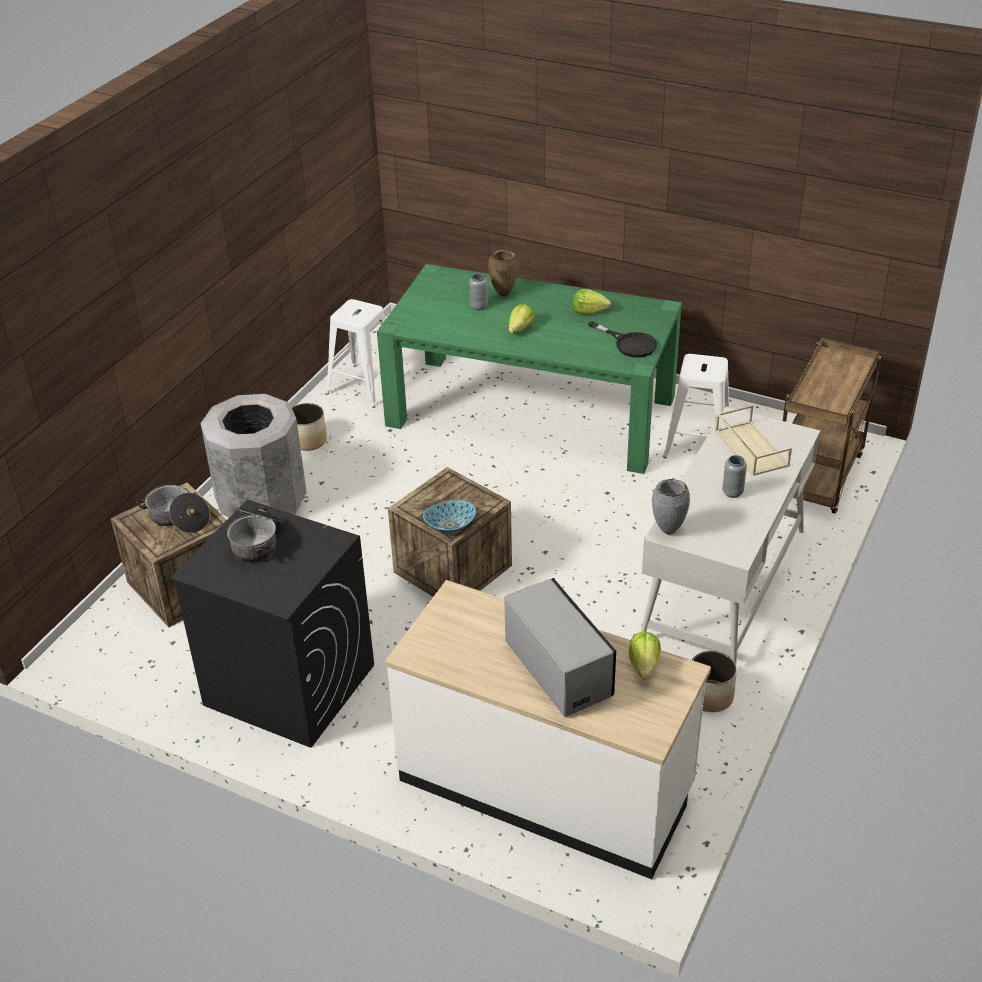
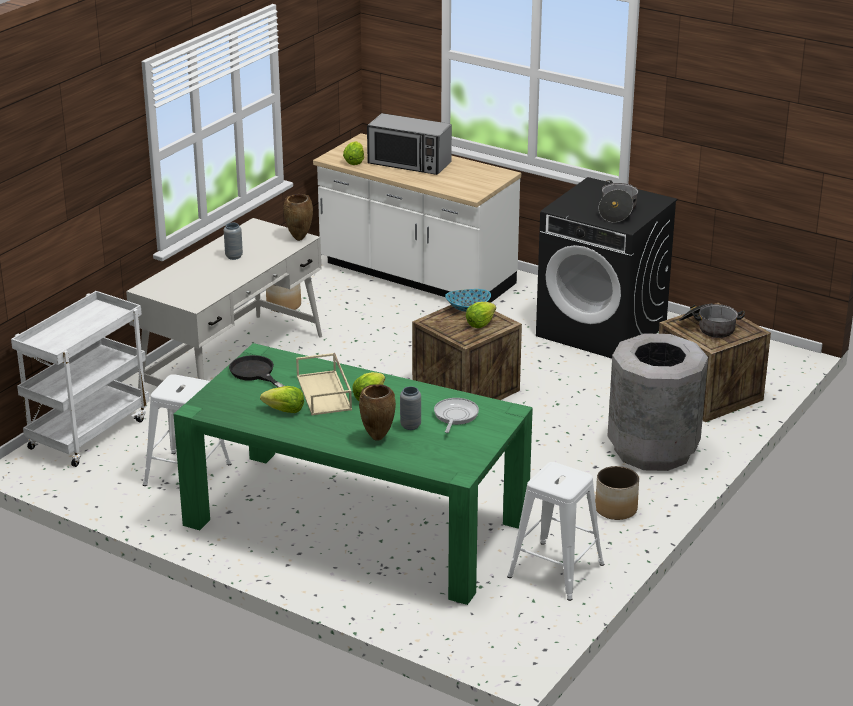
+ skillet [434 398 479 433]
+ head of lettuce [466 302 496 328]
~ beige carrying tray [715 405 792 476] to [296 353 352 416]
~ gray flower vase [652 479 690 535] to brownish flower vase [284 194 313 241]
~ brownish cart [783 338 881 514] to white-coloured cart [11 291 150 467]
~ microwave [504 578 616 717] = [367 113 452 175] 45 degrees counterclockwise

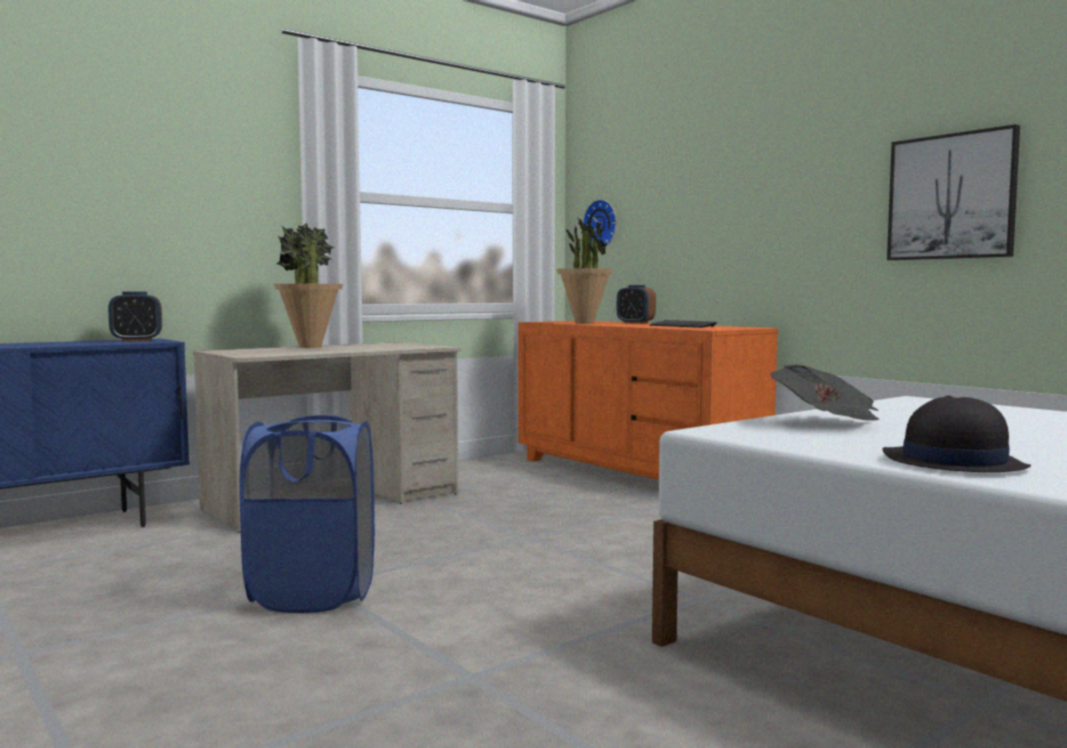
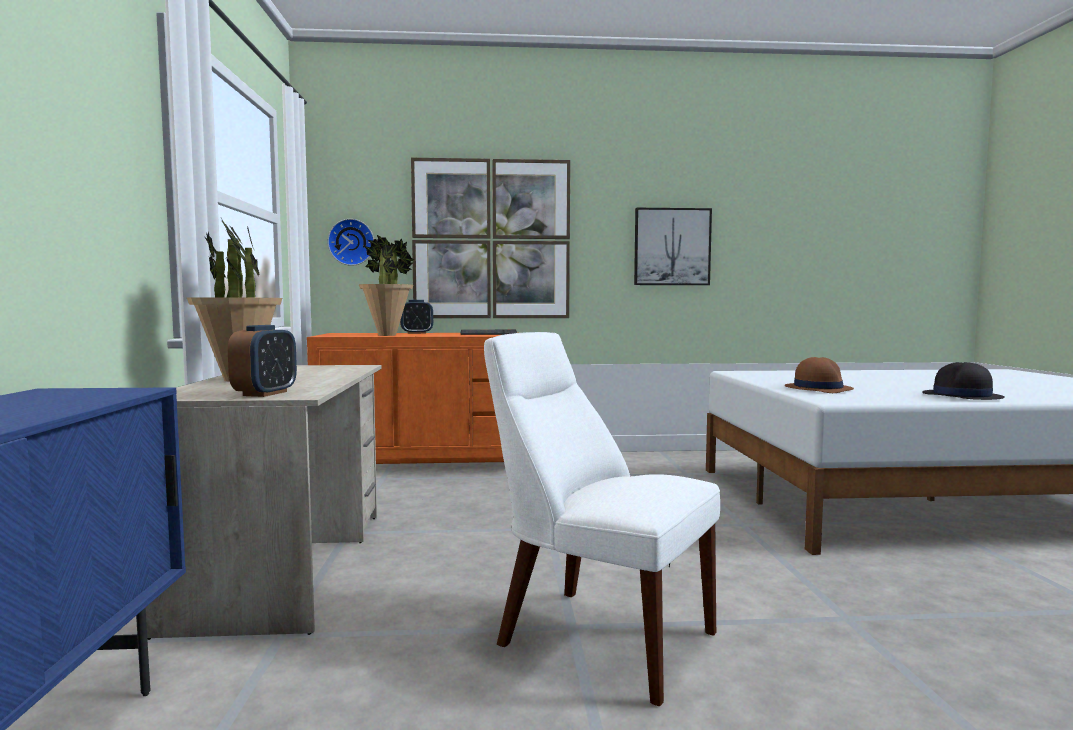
+ picture [411 158 570 318]
~ alarm clock [108 291 162 342] to [228 325 297 397]
~ blue washing basket [239 415 375 613] to white-coloured upright chair [484 332 720 706]
~ printed paper [770 365 879 421] to brownish clothing hat [785 357 854 393]

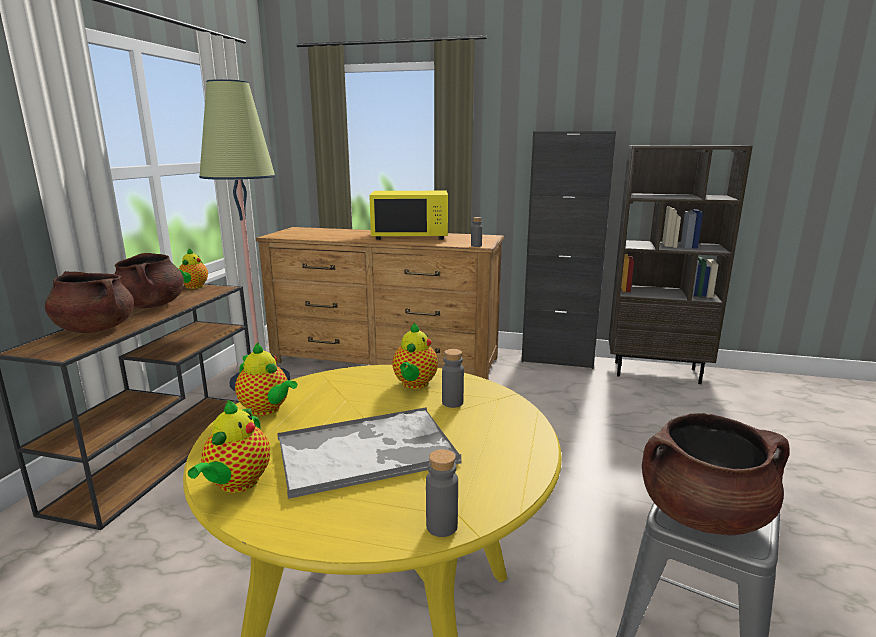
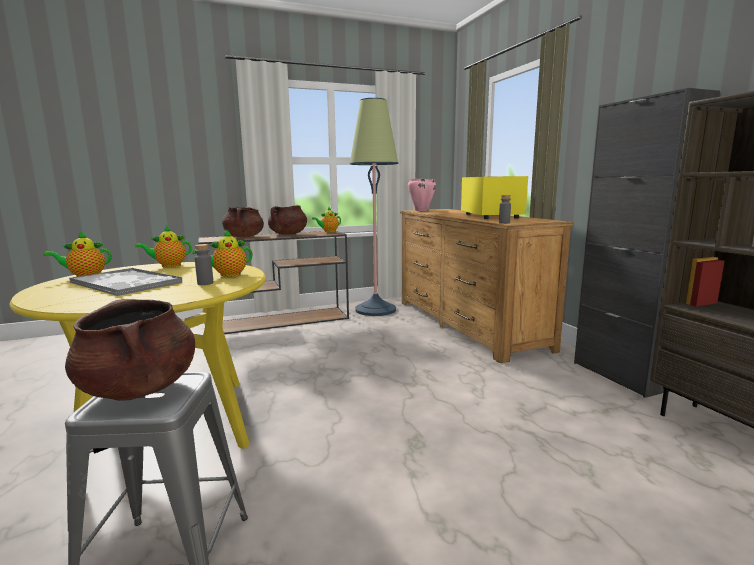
- gray beverage bottle [426 449 458 537]
+ pink stockpot [408 178 436 211]
~ tea pot [235 343 298 416] = [135 226 191 267] 60 degrees clockwise
~ yellowish microwave [369 191 448 240] = [461 176 528 219] 150 degrees counterclockwise

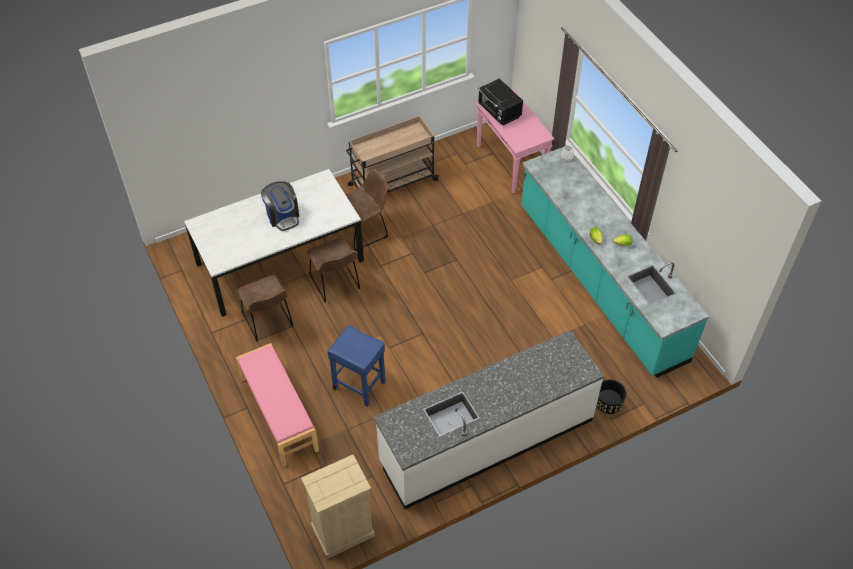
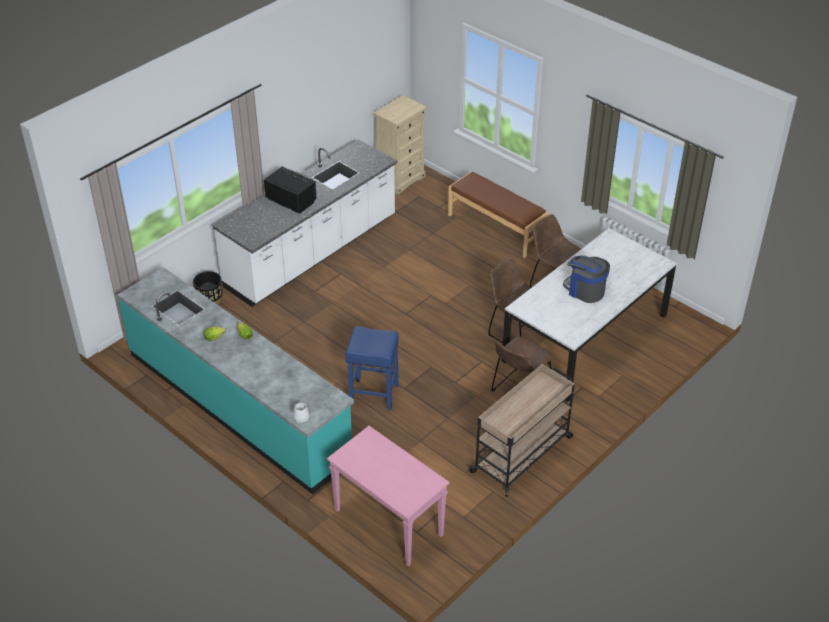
~ blue stool seat [327 325 386 407] to [345 326 399 411]
~ black-coloured microwave [478 78 523 125] to [264 167 317 214]
~ pink indoor bench [236 343 319 467] to brownish indoor bench [448 172 548 258]

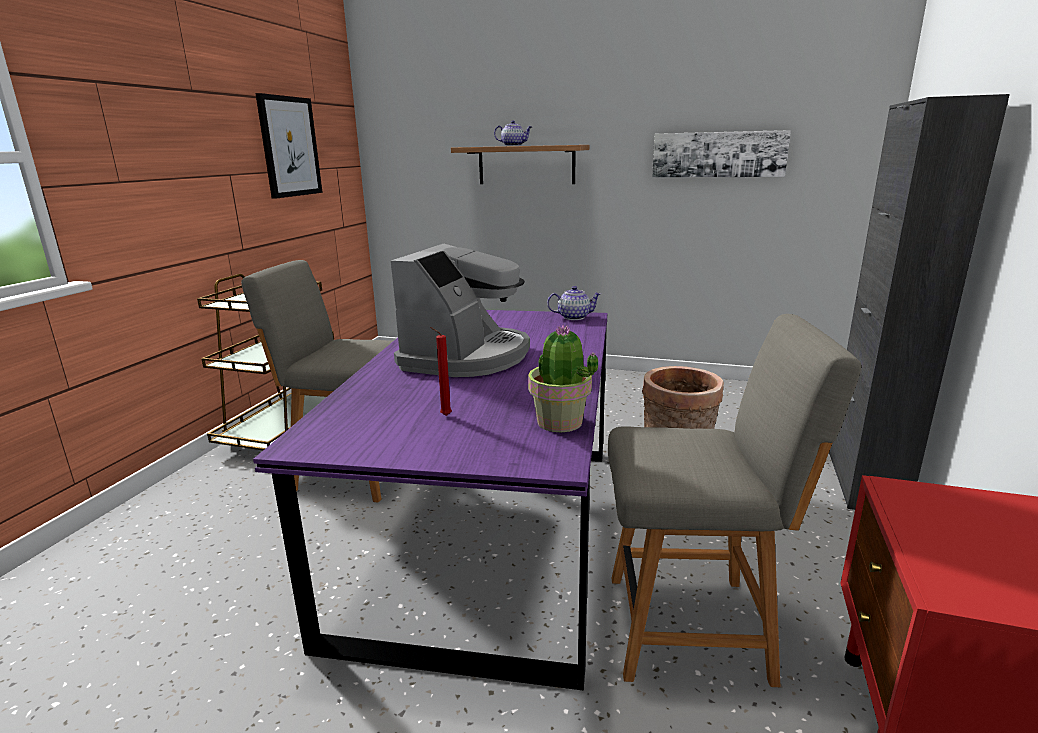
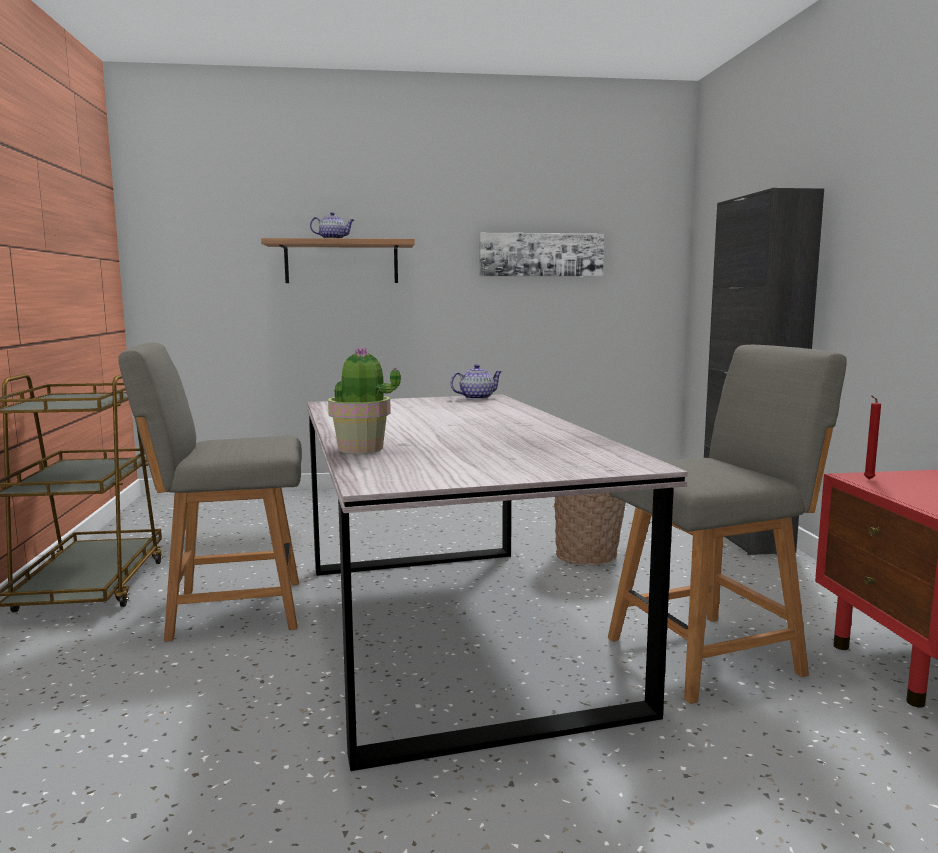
- picture [255 93 323 199]
- coffee brewer [391 244 530 377]
~ reddish candle [430 327 452 416] to [864 395 881 479]
~ potted plant [528 325 598 432] to [328 347 401 454]
~ purple-coloured kitchen table [253 310 607 690] to gray kitchen table [307 394 688 771]

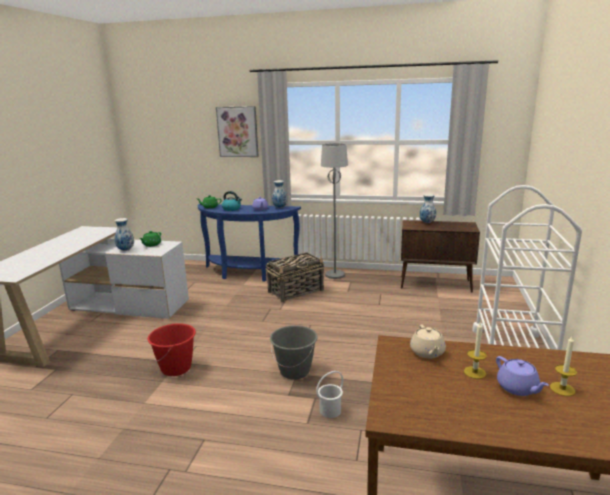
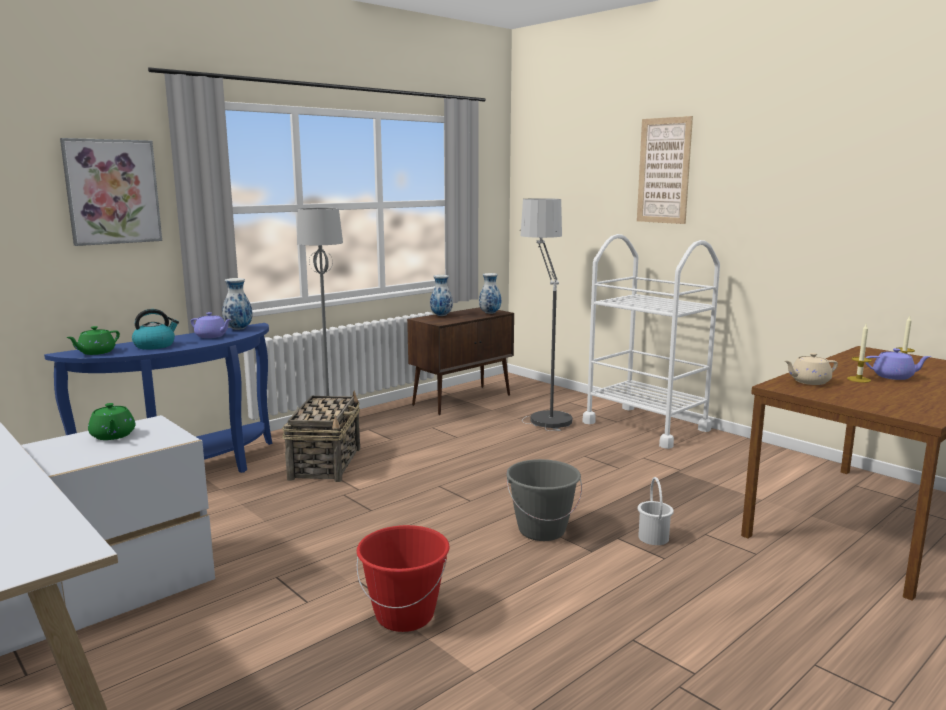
+ standing lamp [520 198 572 431]
+ picture [637 116 693 224]
~ flower vase [115 218 134 251] to [479 273 501 314]
~ beige tea pot [410 325 446 358] = [785 353 838 385] 135 degrees clockwise

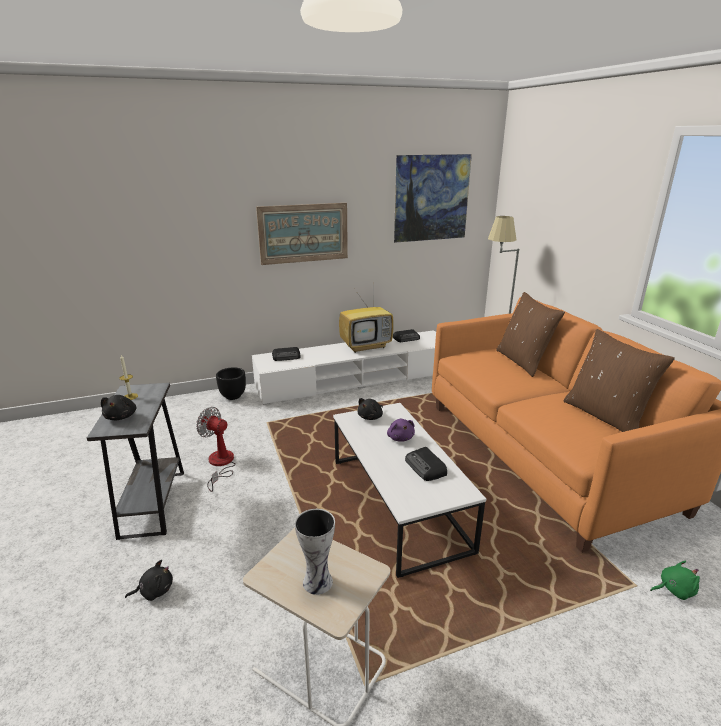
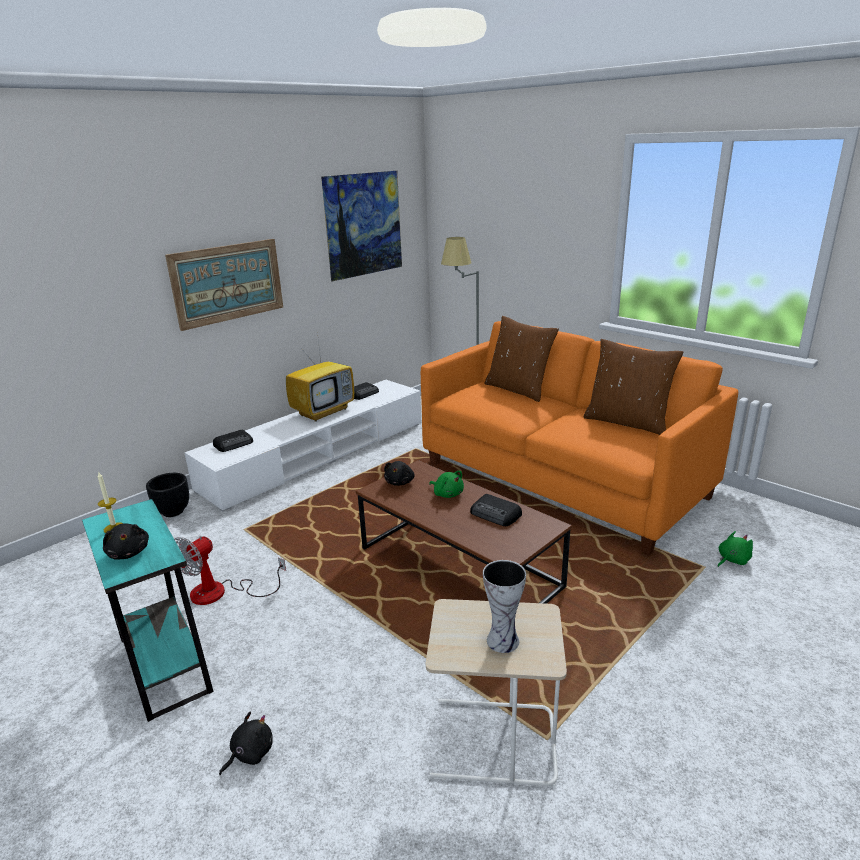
~ gray end table [87 383 184 540] to turquoise-coloured end table [82 499 214 722]
~ white-coloured lounge table [333 403 486 578] to brownish lounge table [356 460 572 604]
~ purple-coloured plush toy [387 419 415 442] to green-coloured plush toy [429 471 464 498]
~ fan [196 407 236 492] = [174 536 286 605] 60 degrees counterclockwise

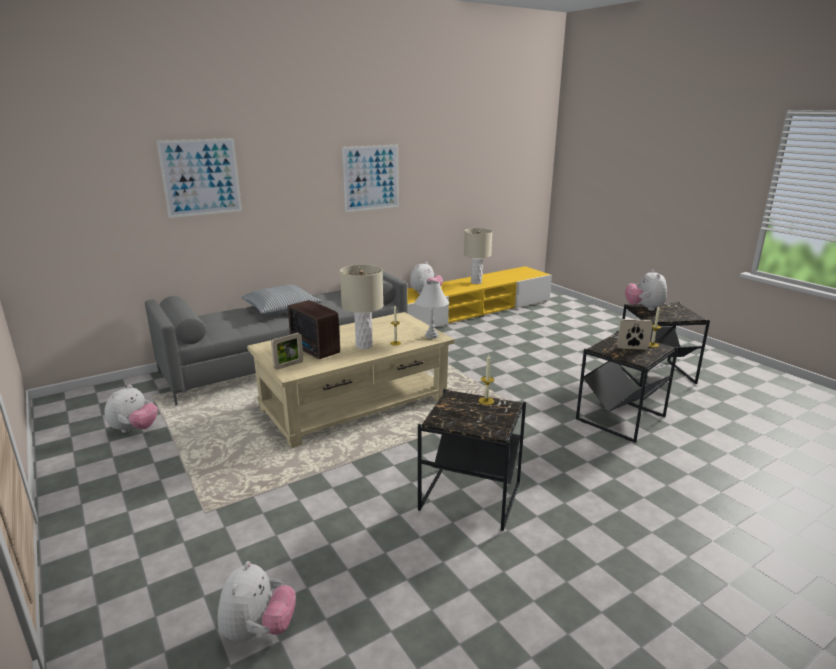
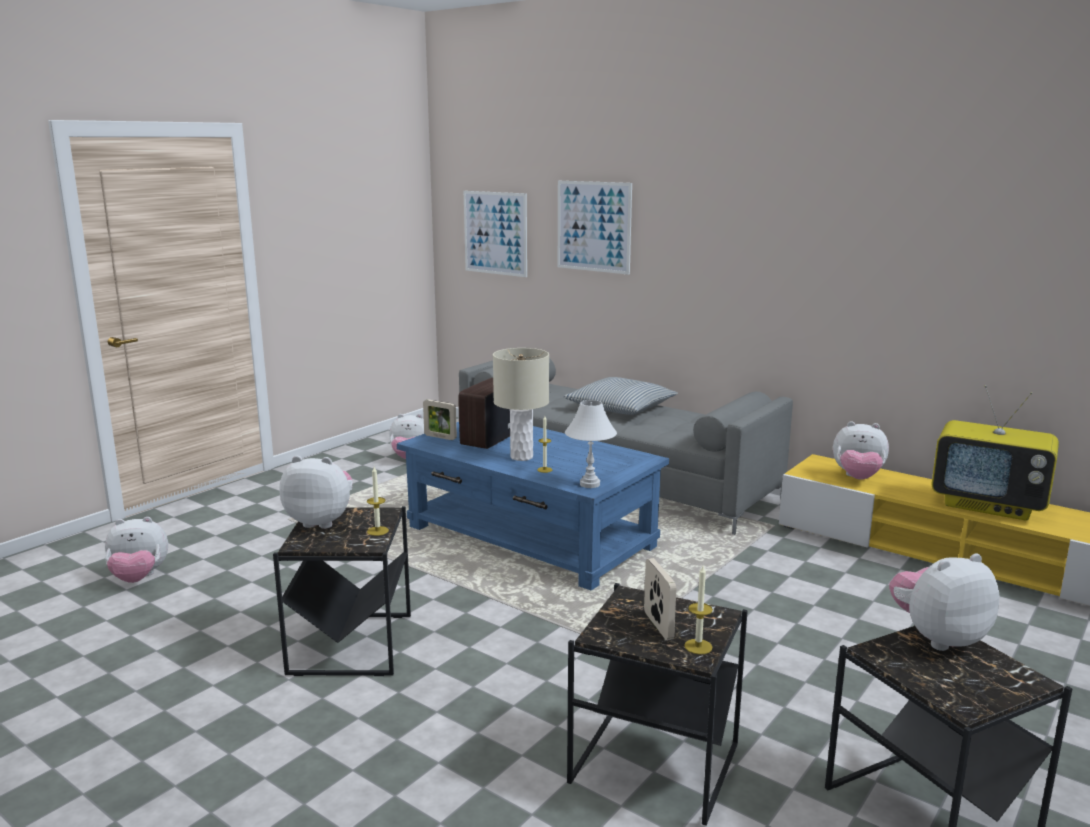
+ plush toy [280 456 353 529]
~ picture [342 145 399 212] to [464 191 527 277]
~ beige table lamp [464 228 492 284] to television [932 385 1059 521]
~ beige lounge table [247 312 455 448] to blue lounge table [397 422 669 591]

